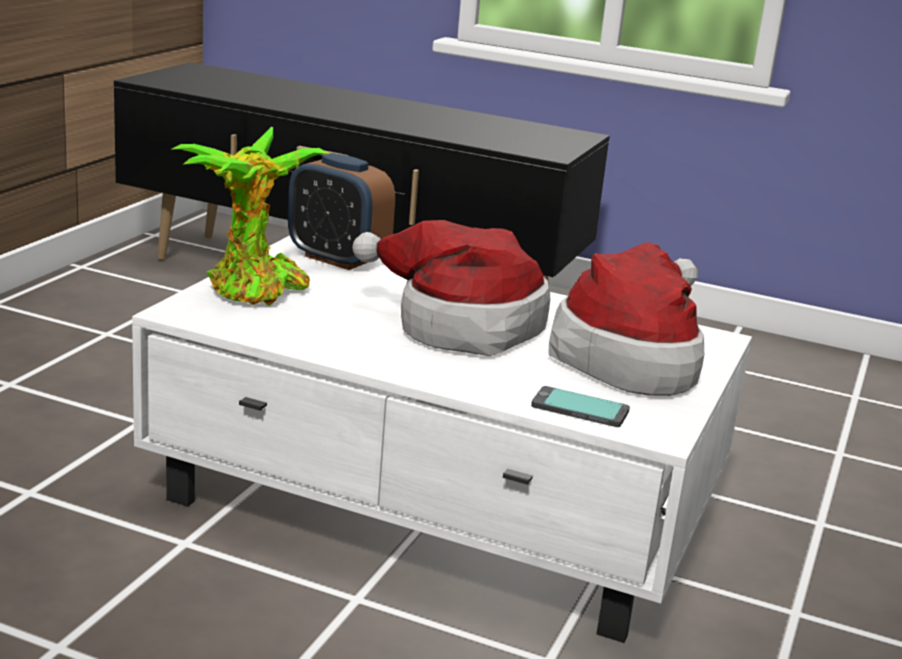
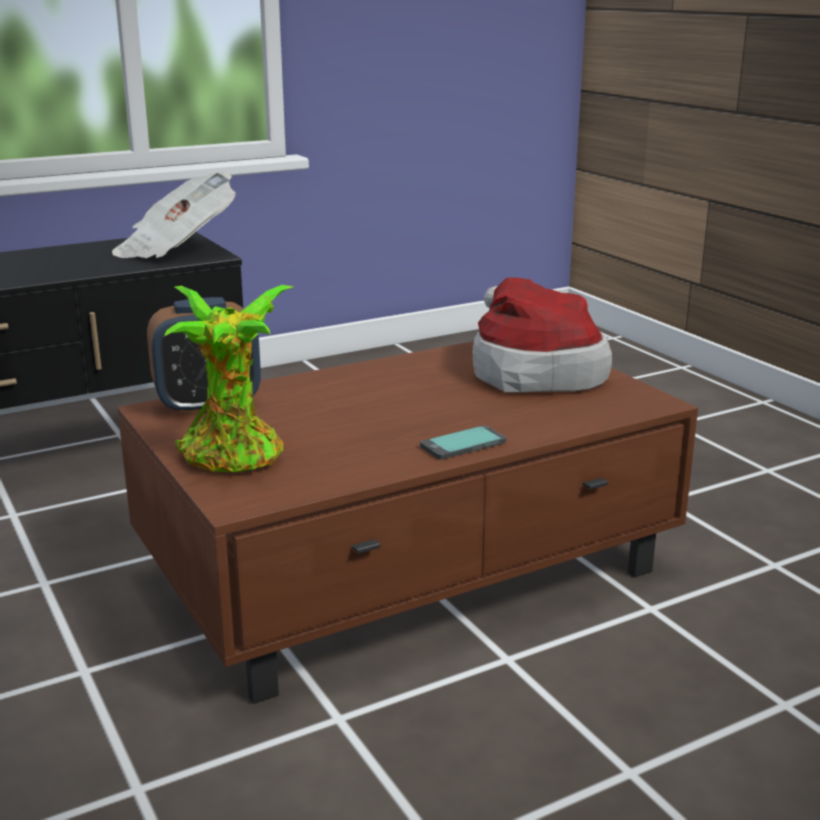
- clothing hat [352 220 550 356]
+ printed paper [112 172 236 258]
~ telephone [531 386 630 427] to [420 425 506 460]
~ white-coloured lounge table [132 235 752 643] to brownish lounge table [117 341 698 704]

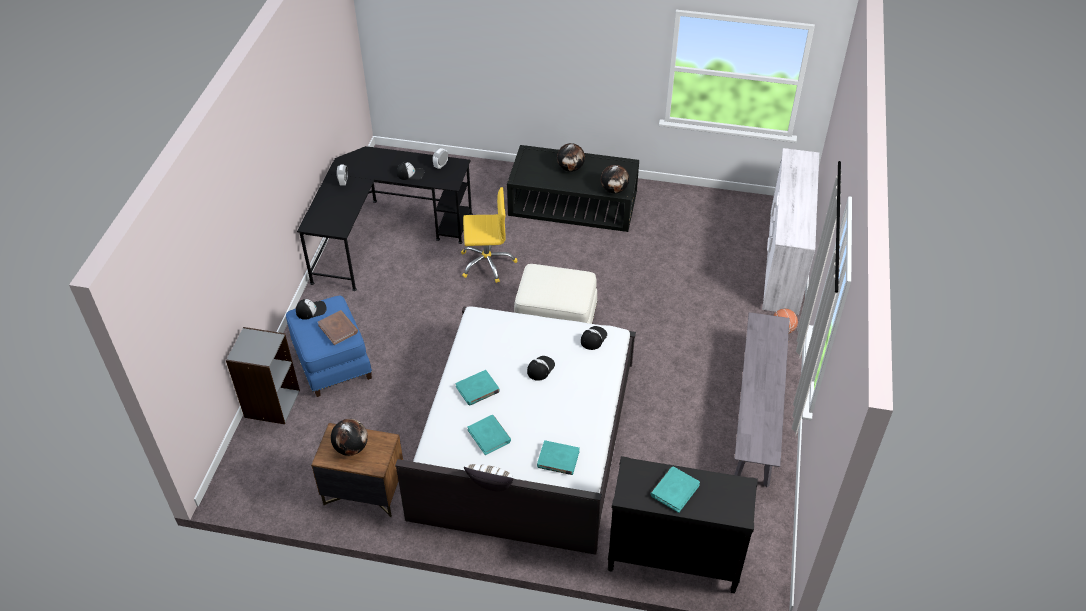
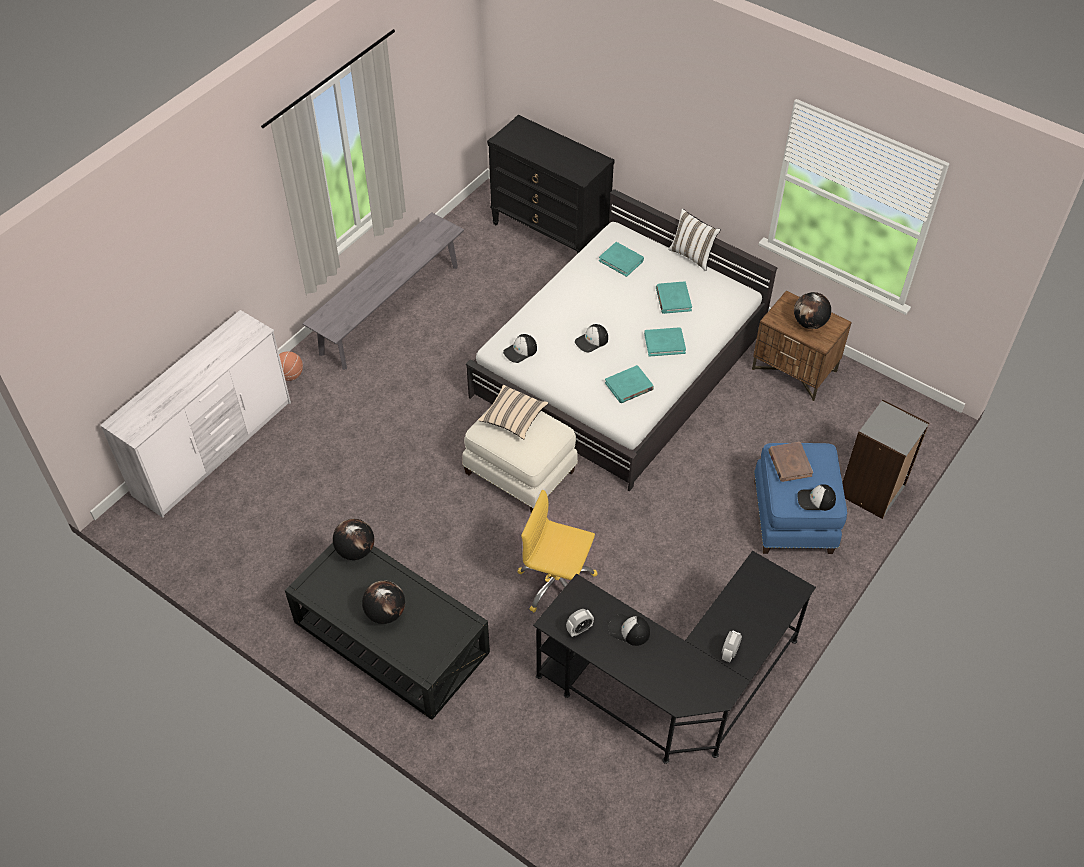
+ beige throw pillow [478 385 548 439]
~ turquoise-coloured volume [650 467 700 513] to [605 365 654 403]

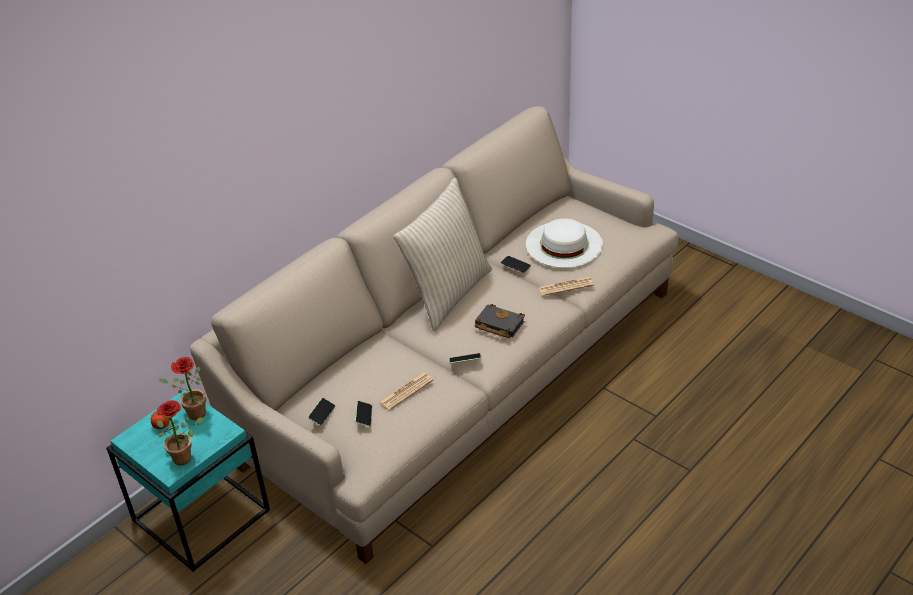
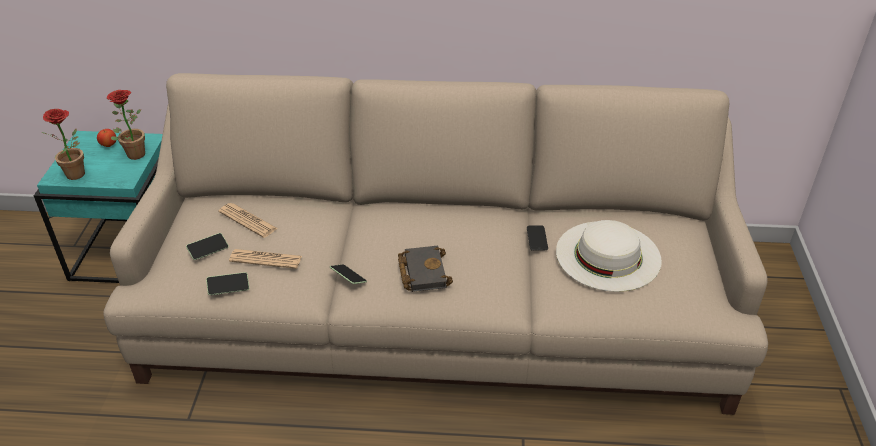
- beige throw pillow [393 177 492 331]
~ telephone [308 398 335 426] to [206 272 249 295]
~ printed paper [539 277 594 296] to [219 203 278 238]

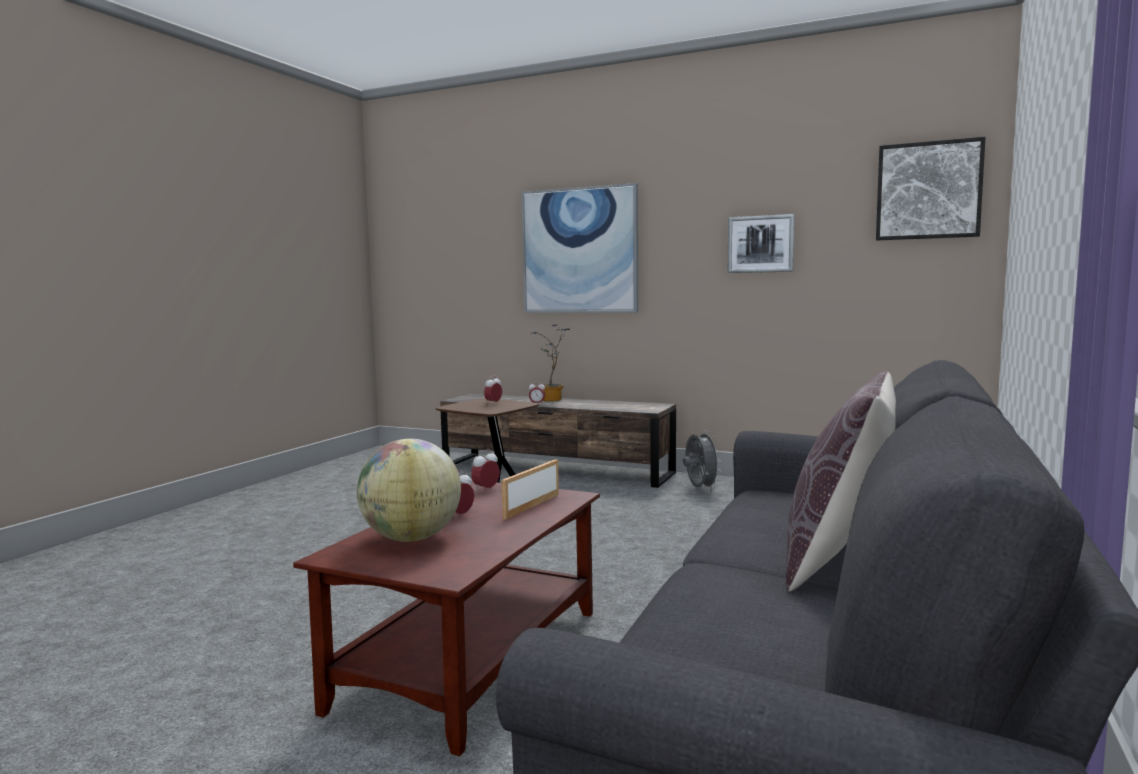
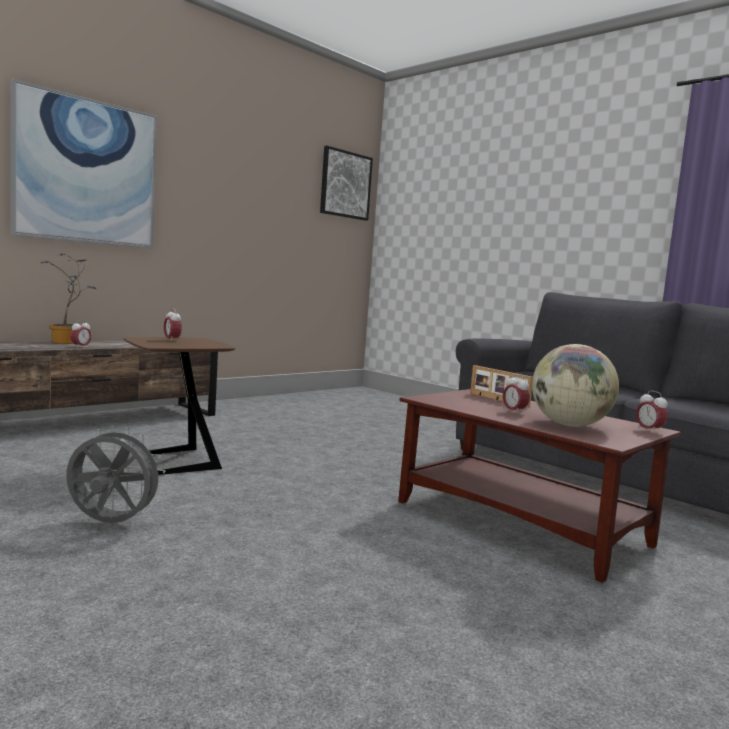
- picture [728 214 795 273]
- brownish throw pillow [785 371 896 592]
~ alarm clock [471 449 500 491] to [636 390 668 434]
~ gray fan [683 430 722 490] to [66 426 166 523]

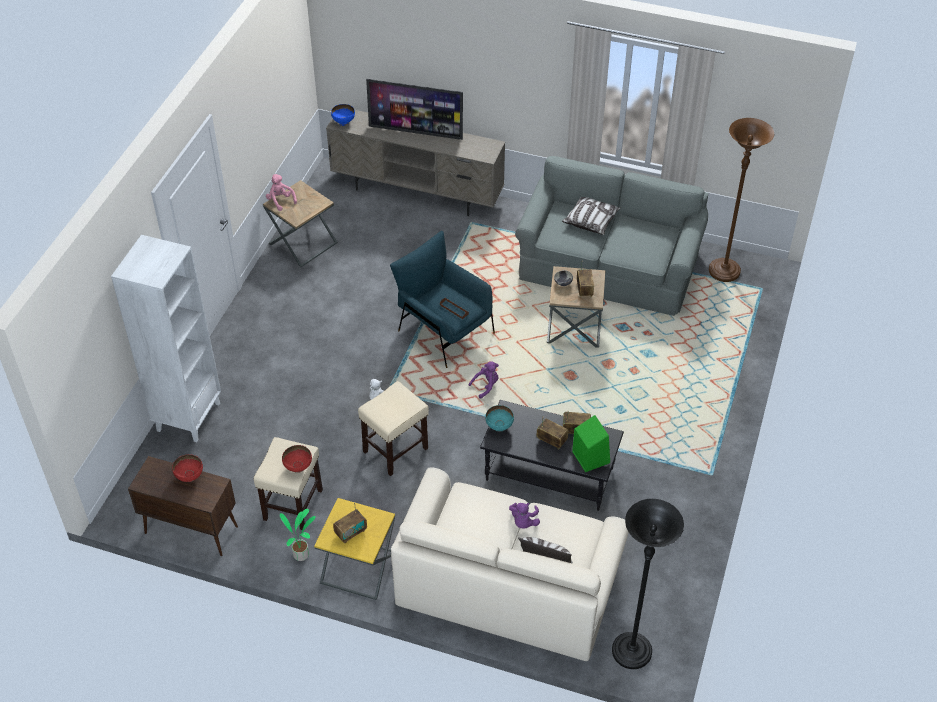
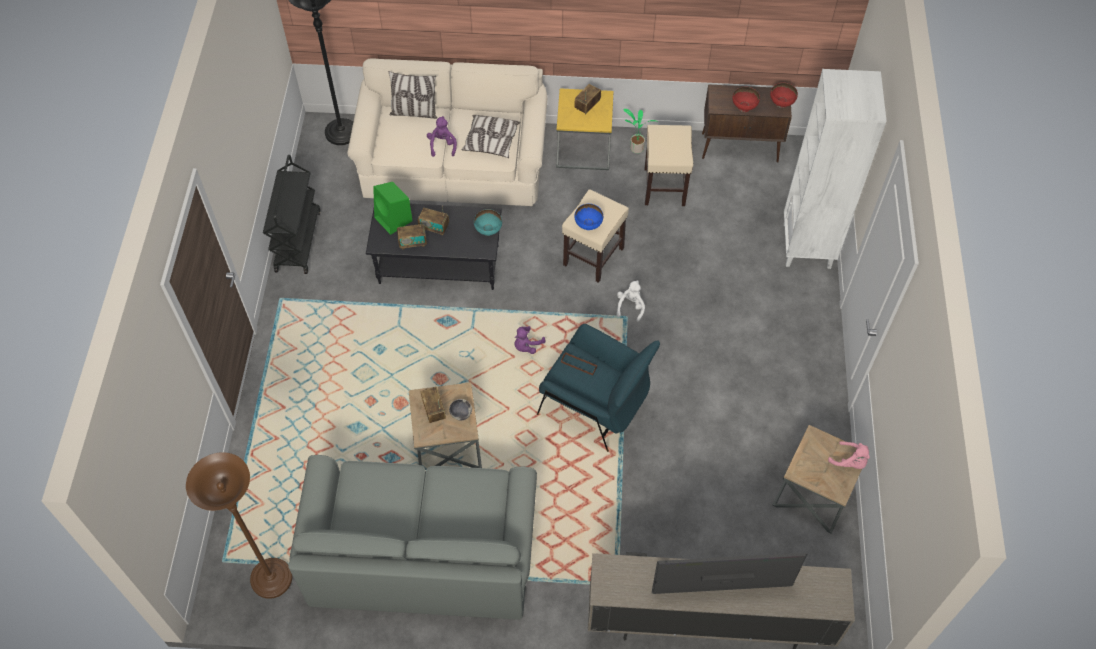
+ black-coloured cart [263 155 320 274]
~ reddish serving bowl [282 445 312 473] to [770 83 798 108]
~ blue serving bowl [331 104 355 126] to [575 204 603 230]
~ throw pillow [562 197 621 235] to [462 115 520 158]

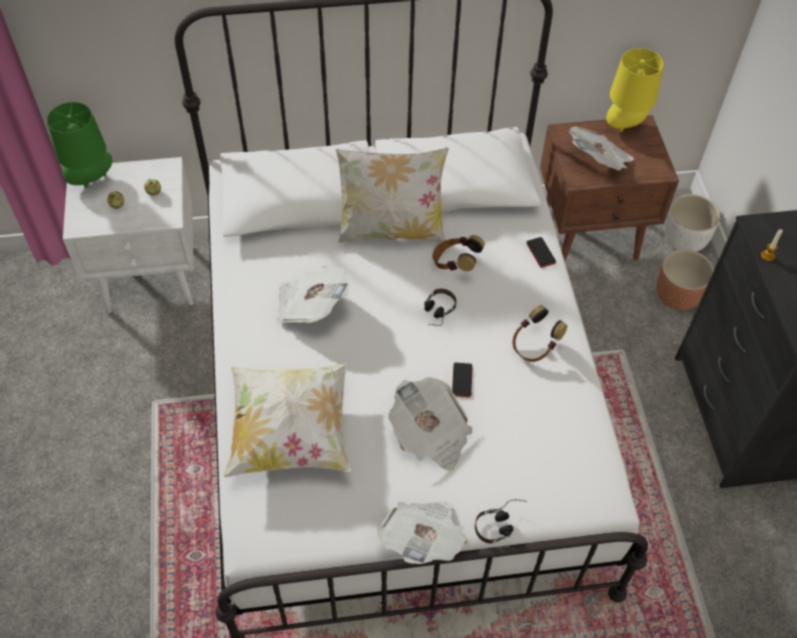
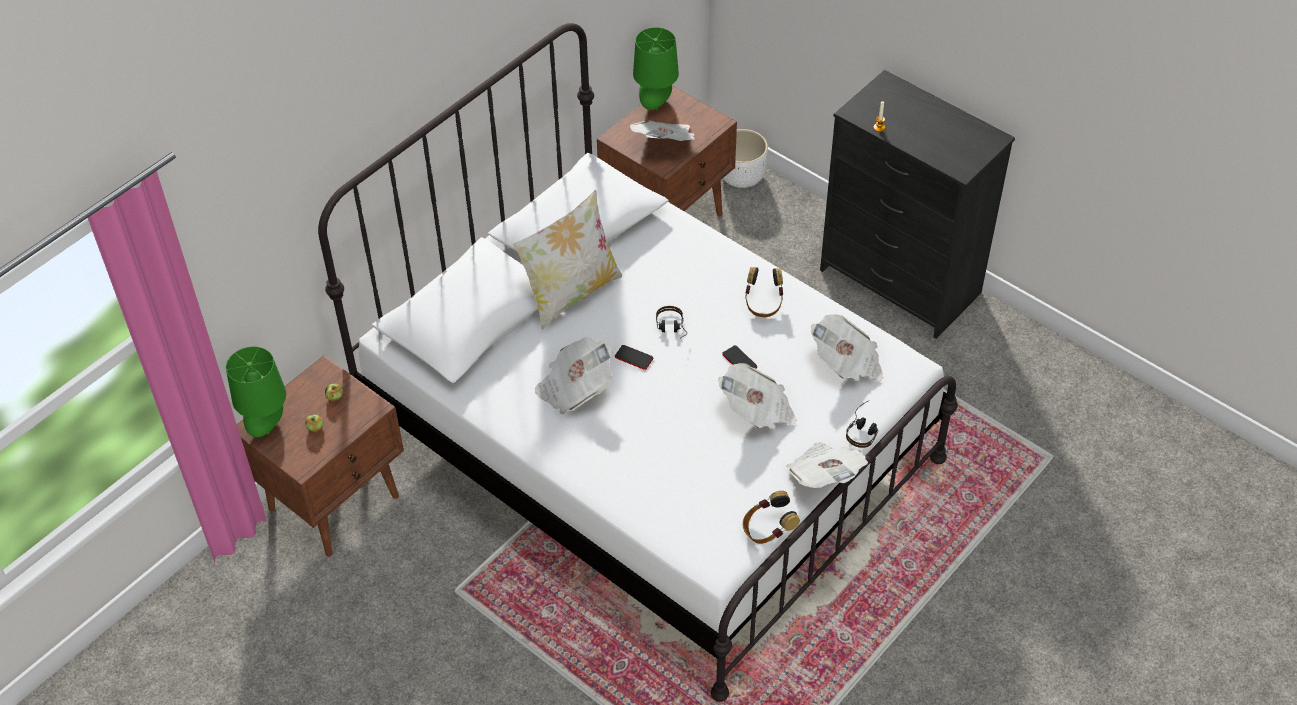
- throw pillow [224 363 351 477]
- brownish planter [656 249 714 310]
+ printed paper [811 314 883 381]
~ pair of headphones [432 235 485 271] to [743 491 800 544]
~ telephone [527 237 556 268] to [615 345 653 370]
~ white-coloured bedside table [63 157 194 314] to brownish bedside table [237 355 404 557]
~ yellowish table lamp [606 48 664 132] to green-coloured table lamp [633 27 679 110]

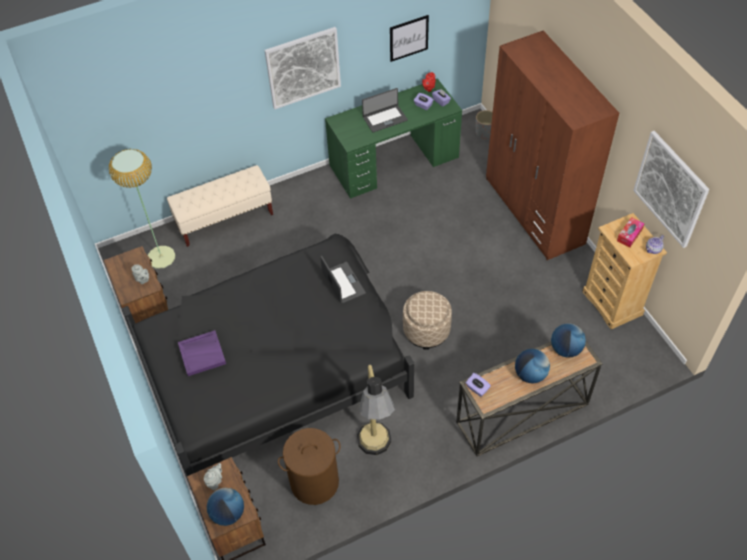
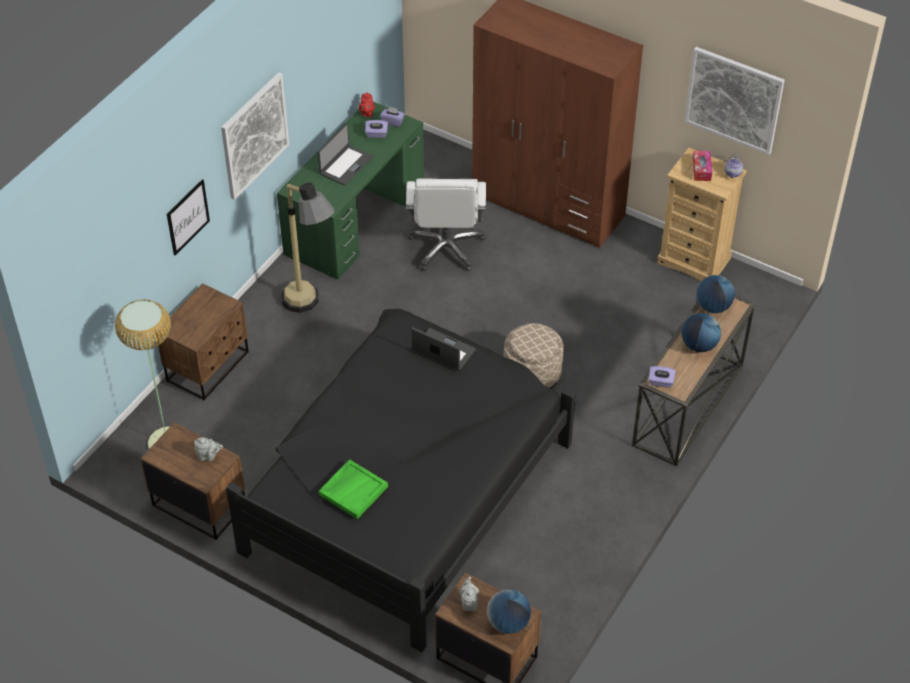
- brownish washing basket [278 428 341 505]
- gray planter [476 110 493 139]
+ white-coloured computer chair [406 179 486 271]
~ standing lamp [357 365 395 455] to [281 182 334 313]
~ picture [390 15 429 62] to [167 179 210 255]
~ beige indoor bench [167 165 273 247] to brownish bedside table [155 283 249 400]
~ purple-coloured carrying tray [178 330 226 376] to green-coloured carrying tray [319 459 388 519]

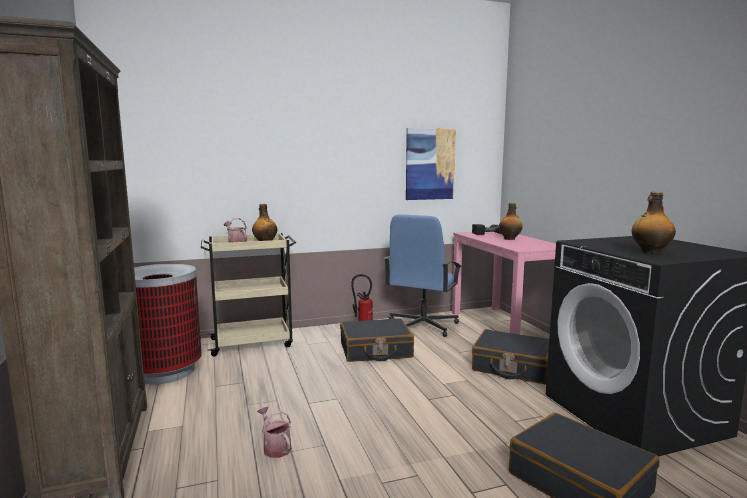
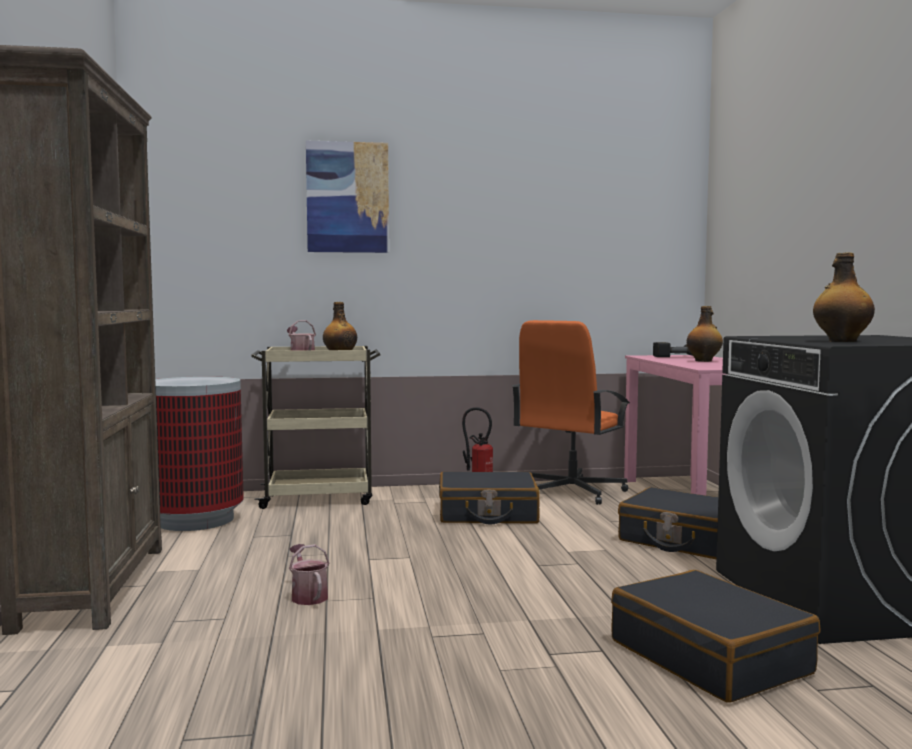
~ picture [406 128 456 200] to [306 141 389 253]
~ blue computer chair [384 214 461 337] to orange-coloured computer chair [512 320 630 505]

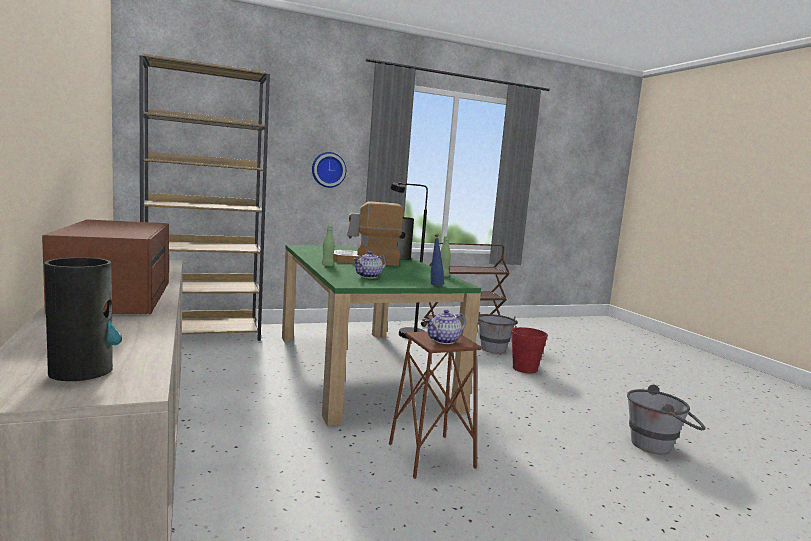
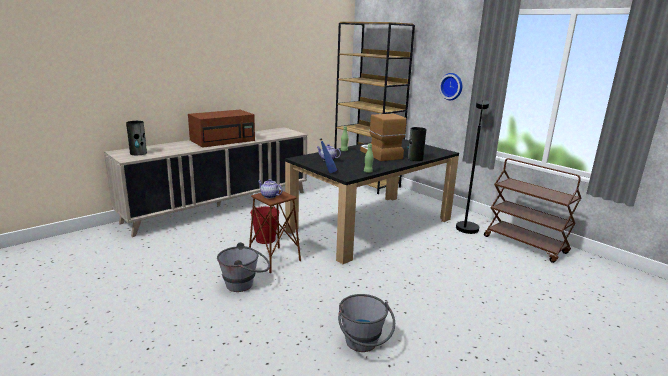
~ gray water bucket [478 312 518 353] to [217 242 270 292]
~ reddish water bucket [511 326 548 373] to [250 206 277 244]
~ green-coloured kitchen table [282 245 481 427] to black-coloured kitchen table [285 139 459 264]

